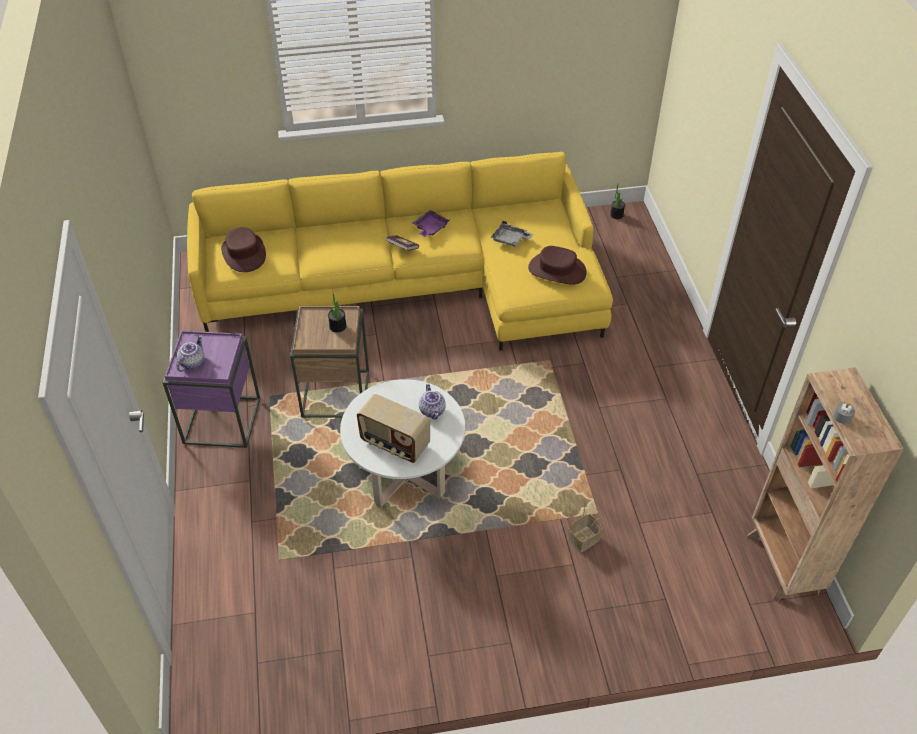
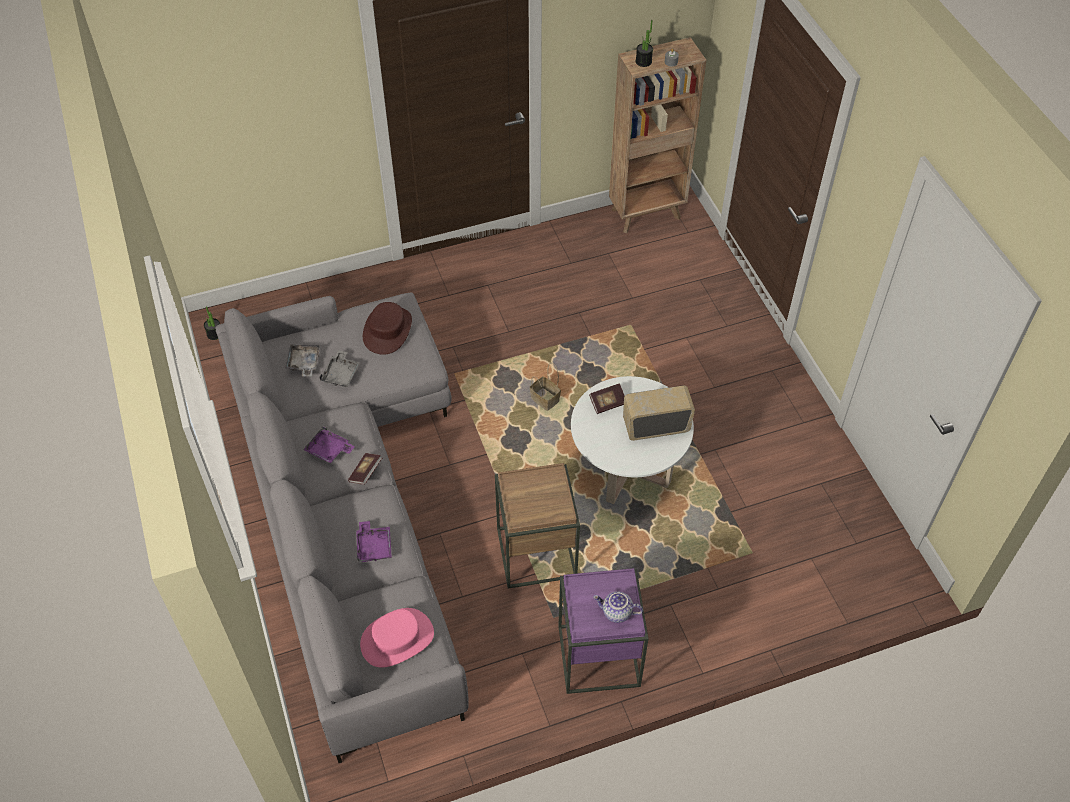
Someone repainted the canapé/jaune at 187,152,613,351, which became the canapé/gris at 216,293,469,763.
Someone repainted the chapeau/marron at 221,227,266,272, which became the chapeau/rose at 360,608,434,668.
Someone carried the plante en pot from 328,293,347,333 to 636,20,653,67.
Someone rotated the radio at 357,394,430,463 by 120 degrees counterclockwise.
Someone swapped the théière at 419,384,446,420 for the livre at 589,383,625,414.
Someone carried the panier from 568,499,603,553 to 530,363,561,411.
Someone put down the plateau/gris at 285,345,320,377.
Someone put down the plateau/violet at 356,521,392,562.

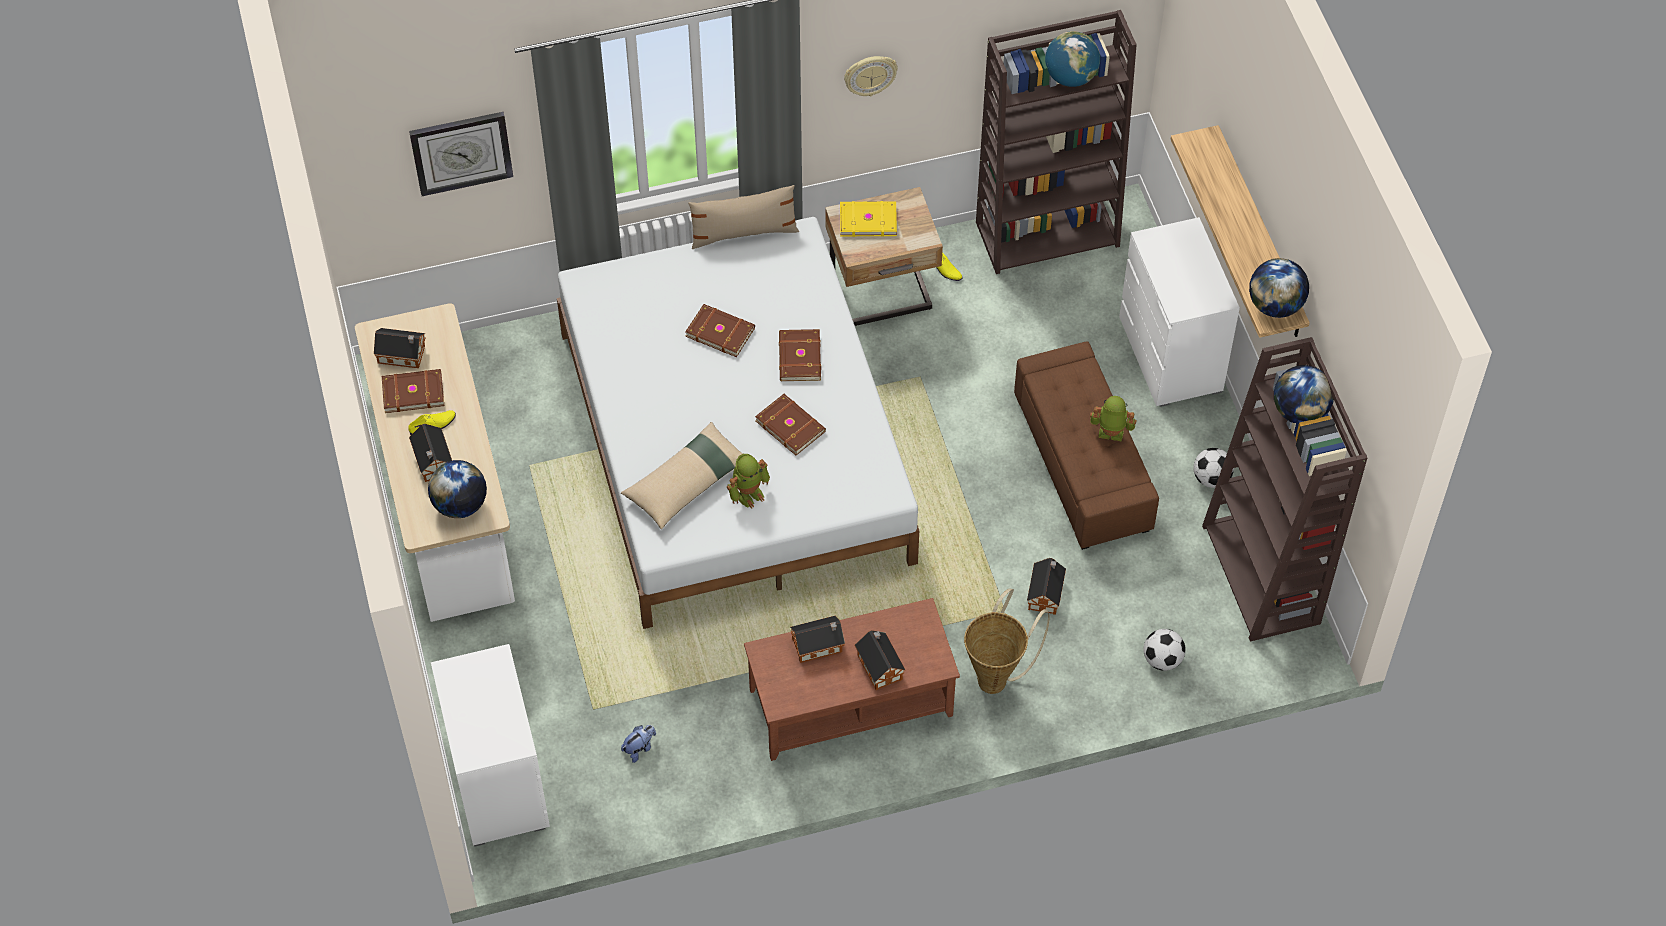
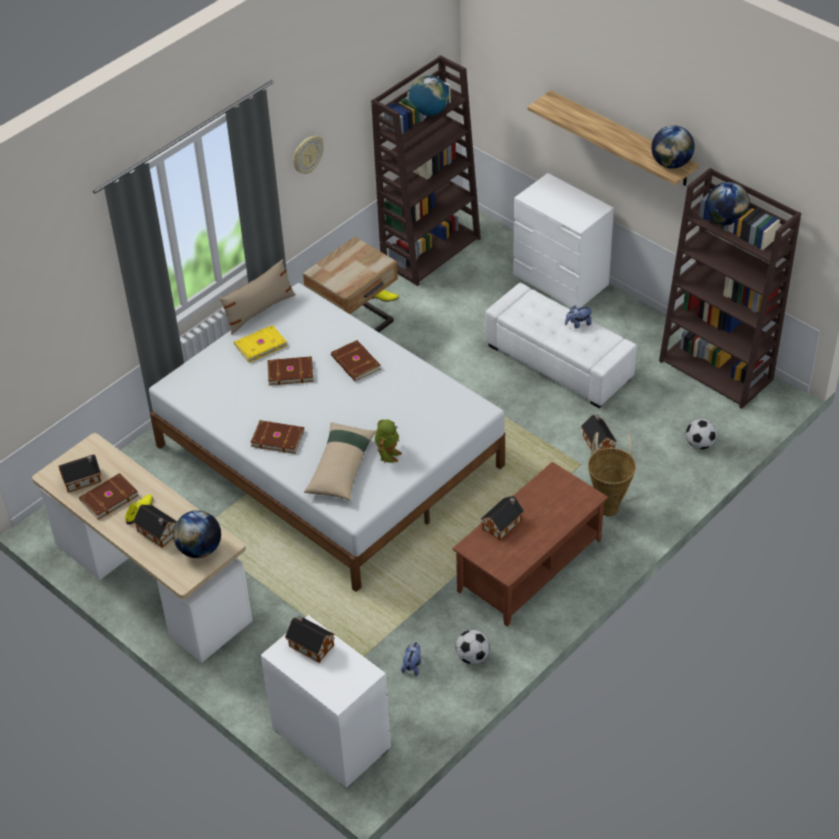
Someone took away the horloge murale at 409,112,513,196.
Someone carried the livre/marron from 755,394,826,455 to 250,420,304,454.
Someone carried the livre/jaune from 840,201,897,237 to 234,325,287,363.
Someone carried the maison miniature from 855,630,905,690 to 285,615,335,663.
Someone repainted the pouf/marron at 1014,341,1159,550, which became the pouf/blanc at 485,283,637,408.
Someone swapped the robot jouet at 1090,396,1137,441 for the peluche at 565,305,593,328.
Someone carried the ballon de foot from 1194,448,1234,488 to 456,630,490,664.

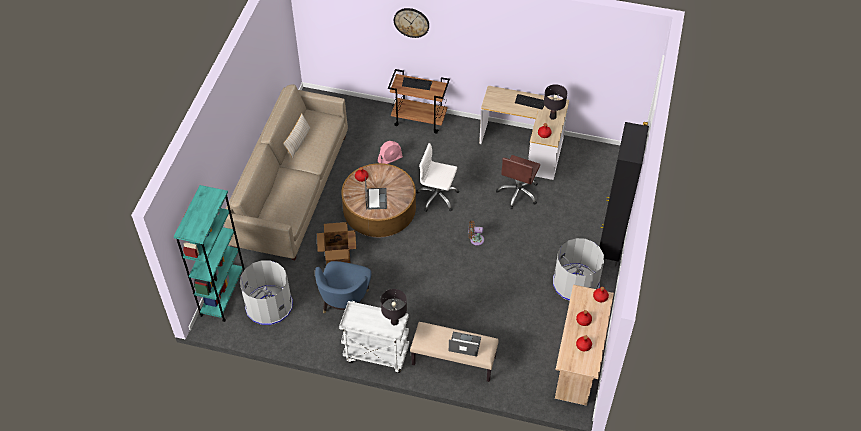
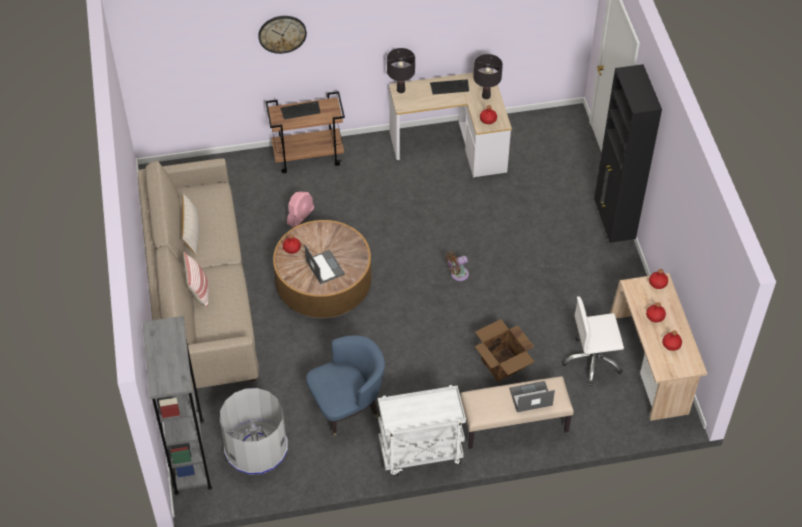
Someone repainted the bibliothèque/turquoise at 174,185,245,322, which became the bibliothèque/gris at 143,316,212,495.
Someone rotated the fauteuil/bleu at 315,261,371,313 by 105 degrees counterclockwise.
Someone carried the carton from 317,222,356,264 to 475,319,534,382.
Someone carried the lampe de table/noir from 381,289,407,325 to 387,48,415,93.
Someone carried the chaise de bureau/blanc from 416,143,459,212 to 562,296,624,386.
Someone took away the chaise de bureau/marron at 496,155,540,209.
Someone took away the poubelle/gris at 553,238,604,301.
Someone put down the coussin at 183,252,209,308.

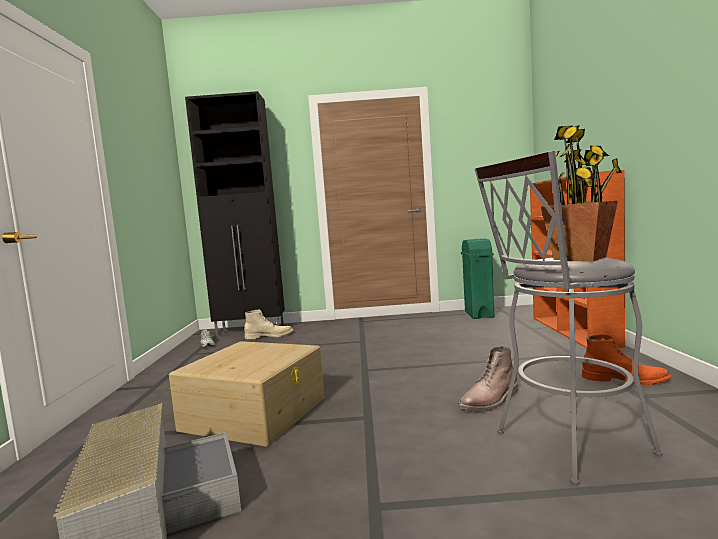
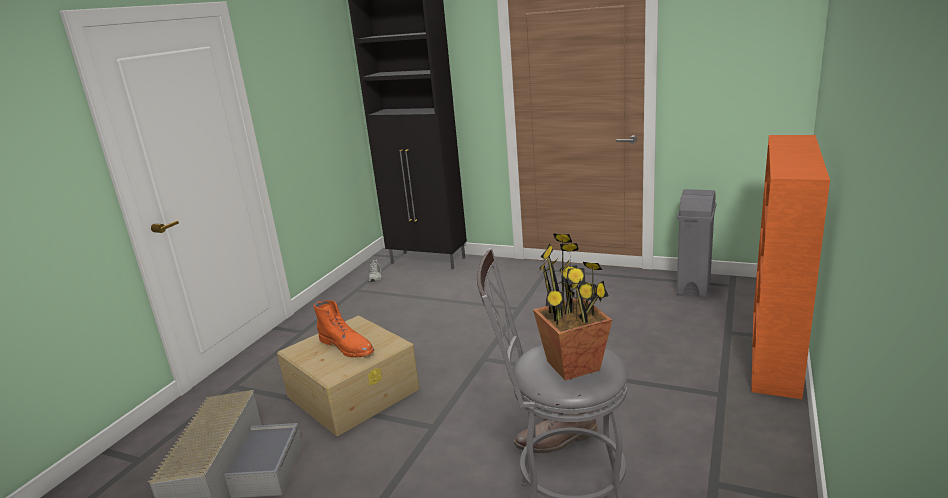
Someone took away the botte/beige at 244,310,293,339.
Someone repainted the poubelle/vert at 461,238,494,319, which became the poubelle/gris at 677,189,716,298.
Someone carried the botte/orange from 582,334,671,385 to 313,300,374,358.

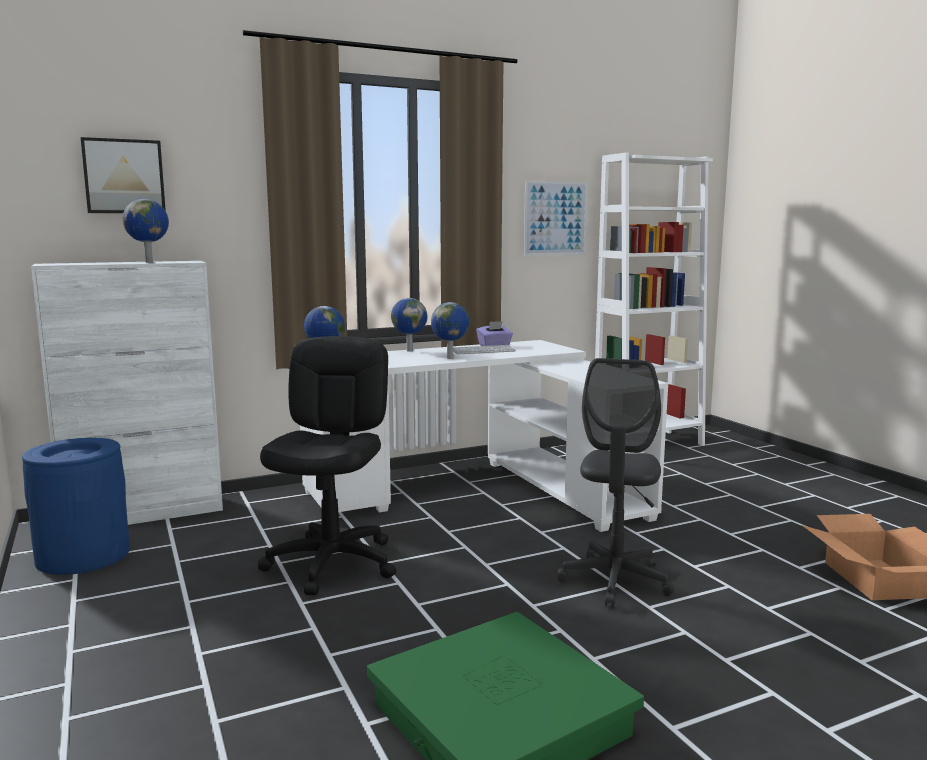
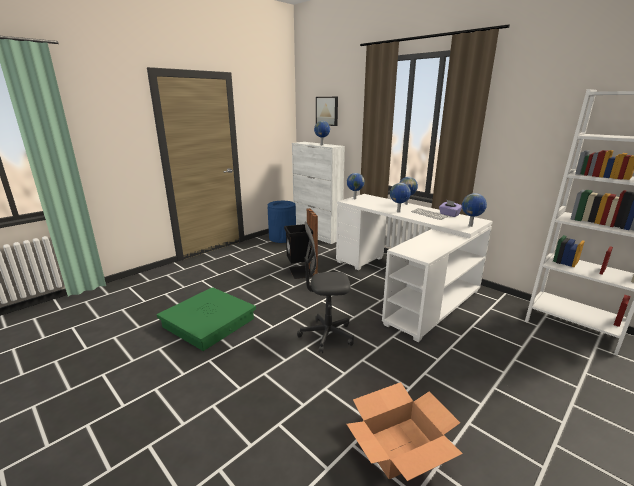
Someone swapped the chaise de bureau/noir at 258,336,396,595 for the poubelle/noir at 284,208,318,279.
Someone took away the tableau at 524,180,588,256.
Someone put down the globe at 462,193,487,227.

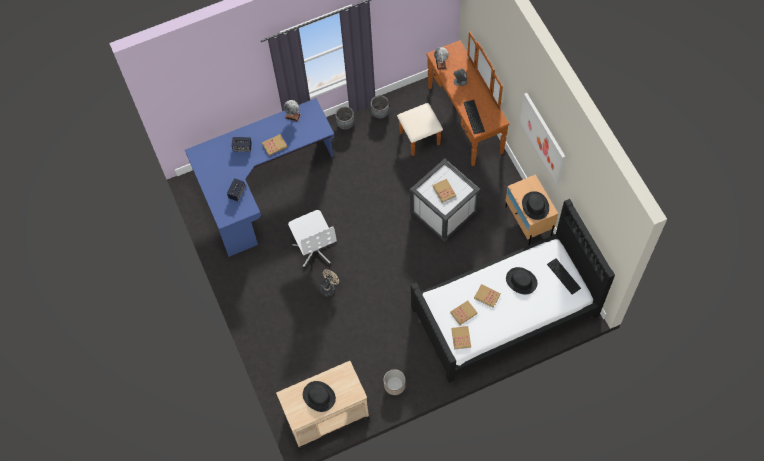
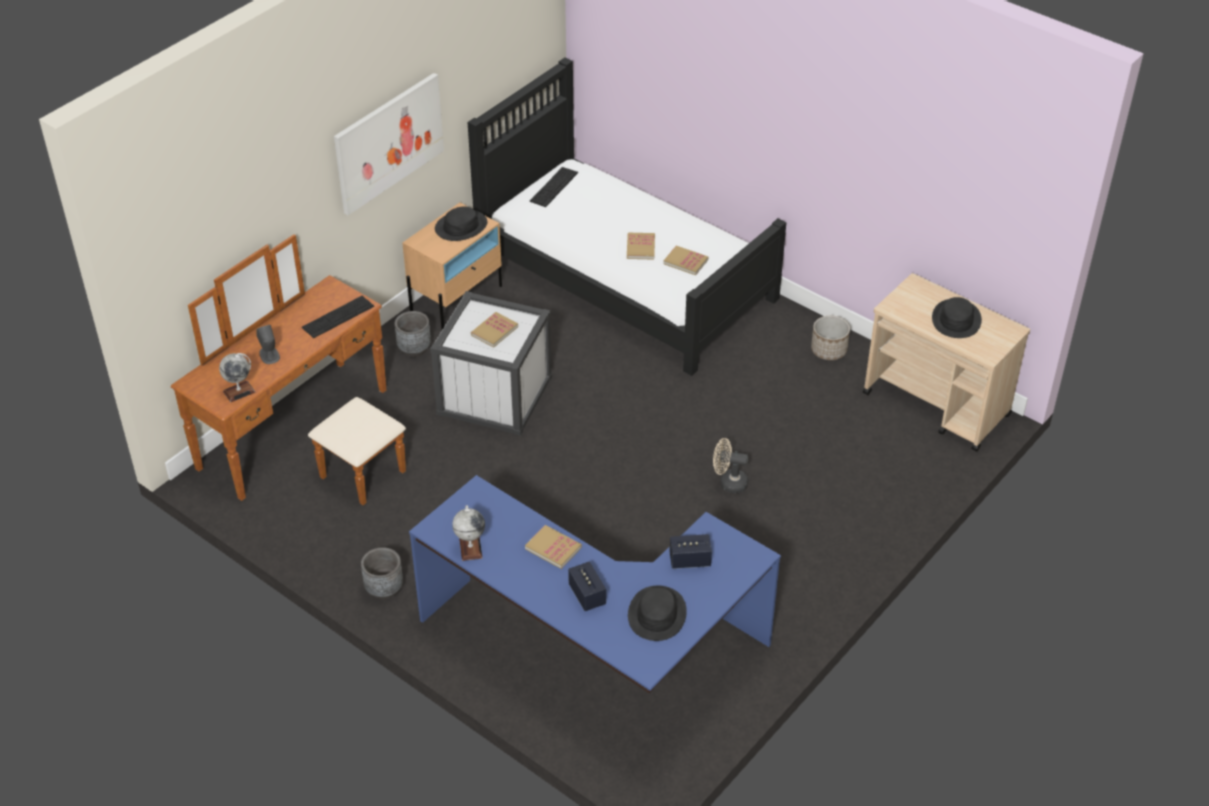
Someone took away the chaise de bureau/blanc at 288,210,337,268.
Someone carried the cache-pot/gris from 371,95,389,119 to 395,311,431,357.
Someone took away the livre at 451,326,471,350.
Someone carried the chapeau/noir from 506,267,538,295 to 628,586,687,641.

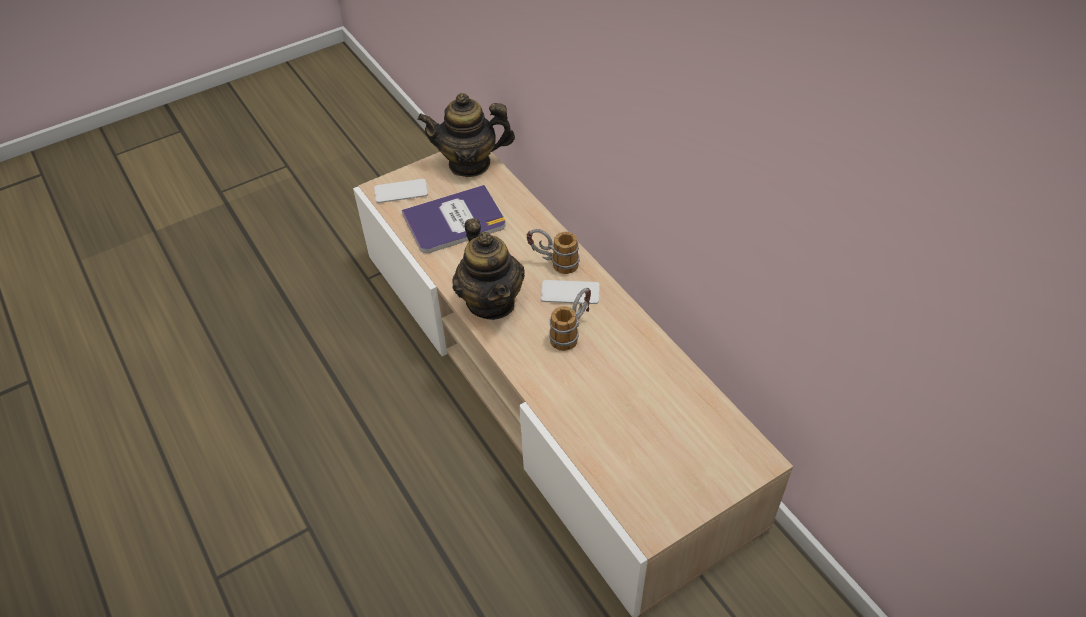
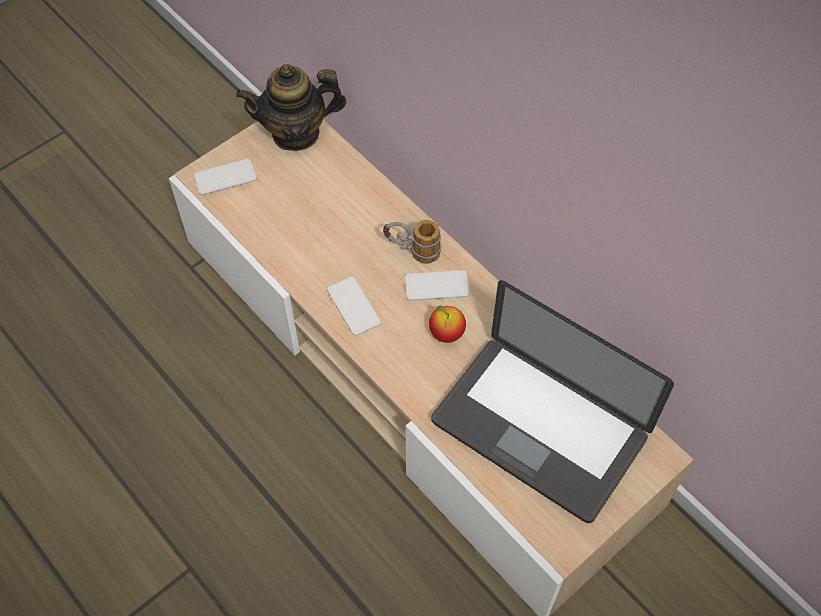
Someone took away the livre at 402,185,506,253.
Someone swapped the théière at 452,218,525,320 for the téléphone at 327,277,381,336.
Someone swapped the mug at 549,288,591,351 for the pomme at 429,306,466,343.
Someone put down the ordinateur portable at 431,280,674,523.

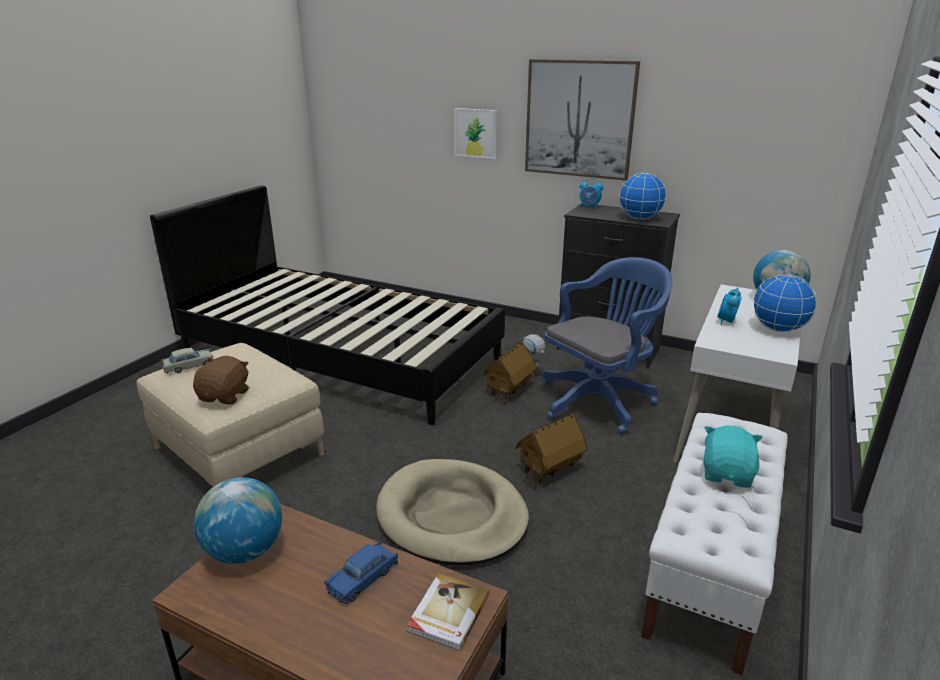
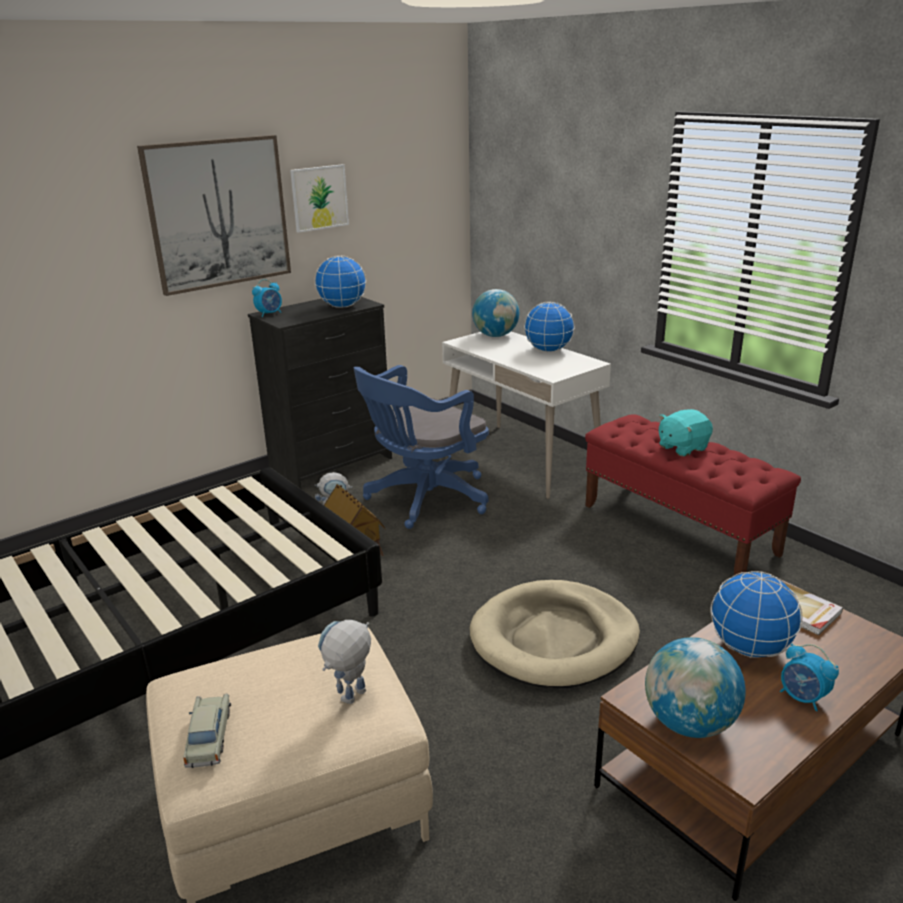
Someone swapped the peluche/marron at 193,356,249,405 for the robot jouet at 318,620,371,704.
Someone swapped the petite voiture/bleu at 324,541,398,604 for the globe at 710,571,803,658.
Someone carried the tableau from 454,108,498,159 to 290,164,349,233.
Someone took away the maison miniature at 515,414,588,490.
Someone rotated the chaise de bureau/bleu at 543,257,672,434 by 120 degrees counterclockwise.
Someone repainted the banc/blanc at 641,413,788,675, which became the banc/rouge at 585,414,801,576.
Someone rotated the peluche/turquoise at 703,425,763,488 by 75 degrees counterclockwise.
Someone carried the réveil from 717,288,742,325 to 780,644,839,711.

